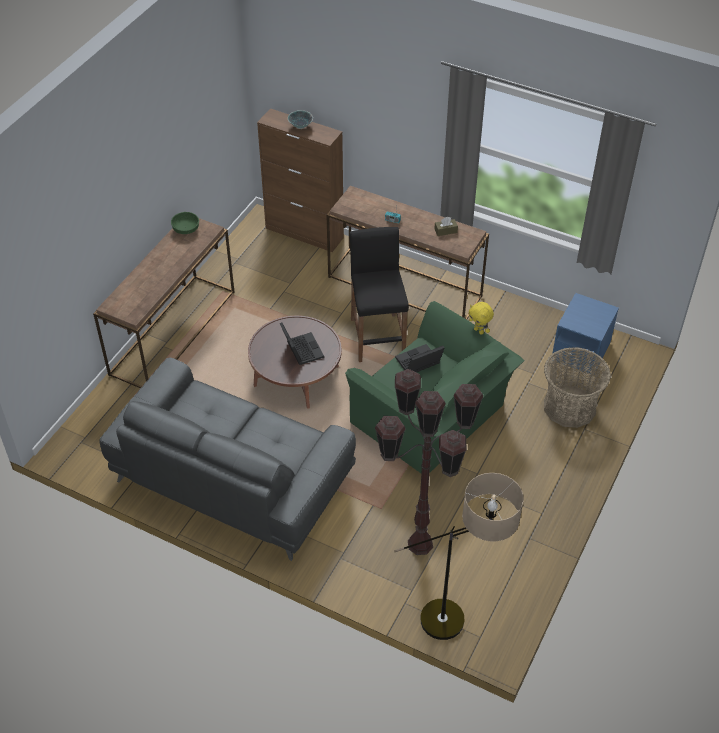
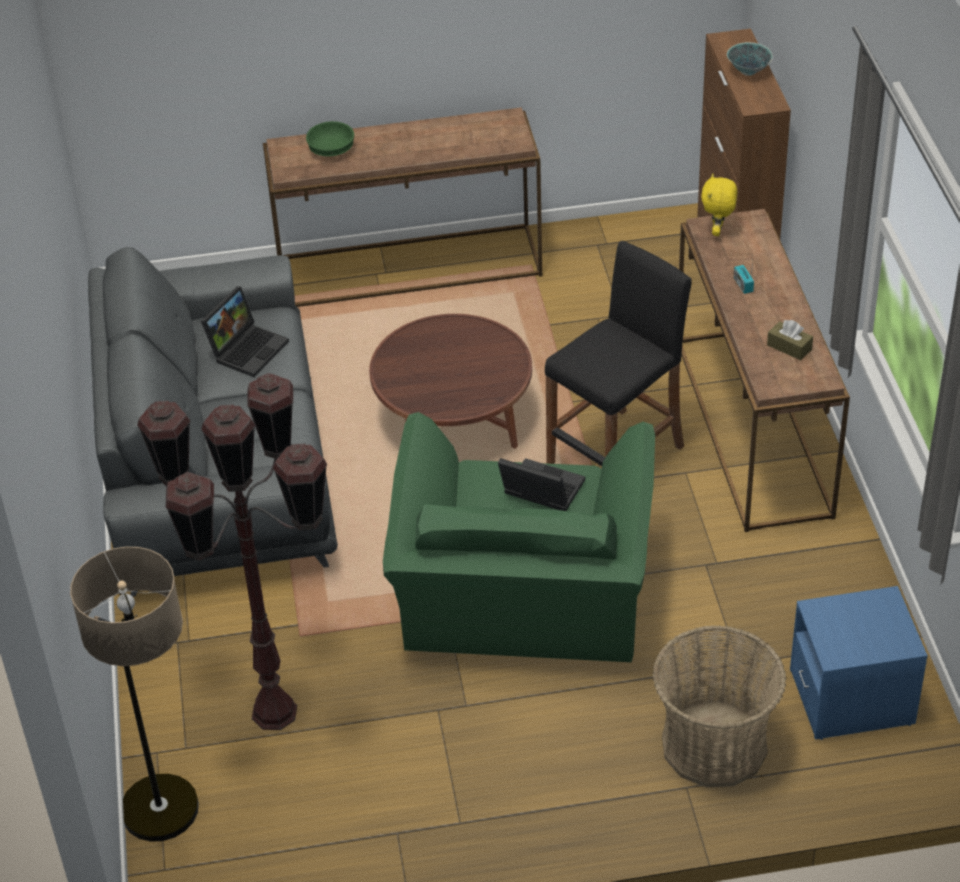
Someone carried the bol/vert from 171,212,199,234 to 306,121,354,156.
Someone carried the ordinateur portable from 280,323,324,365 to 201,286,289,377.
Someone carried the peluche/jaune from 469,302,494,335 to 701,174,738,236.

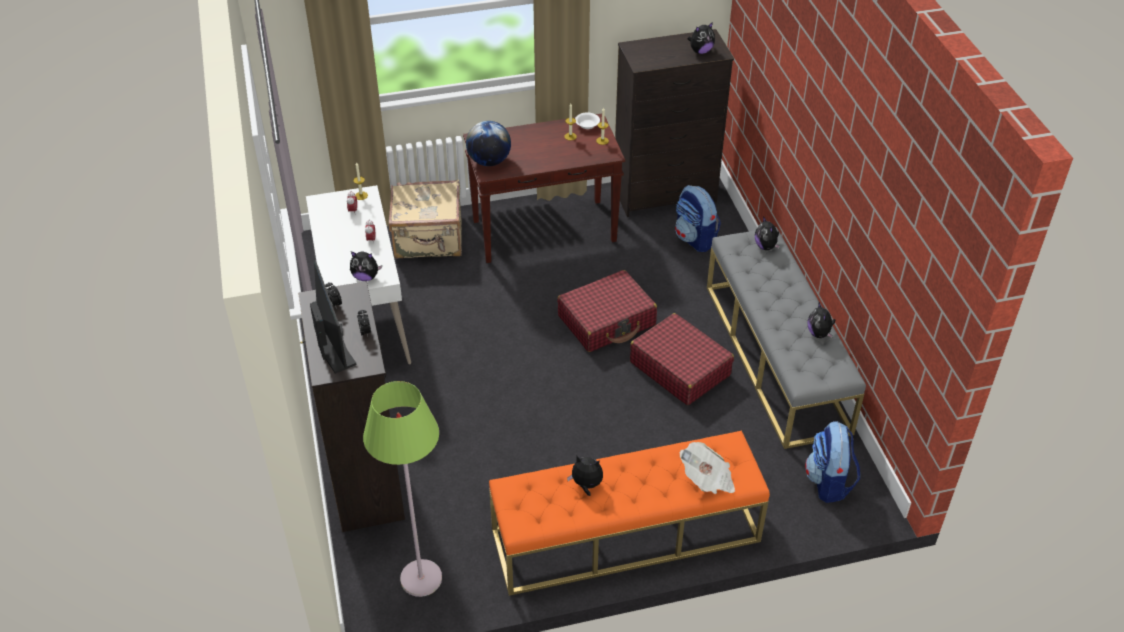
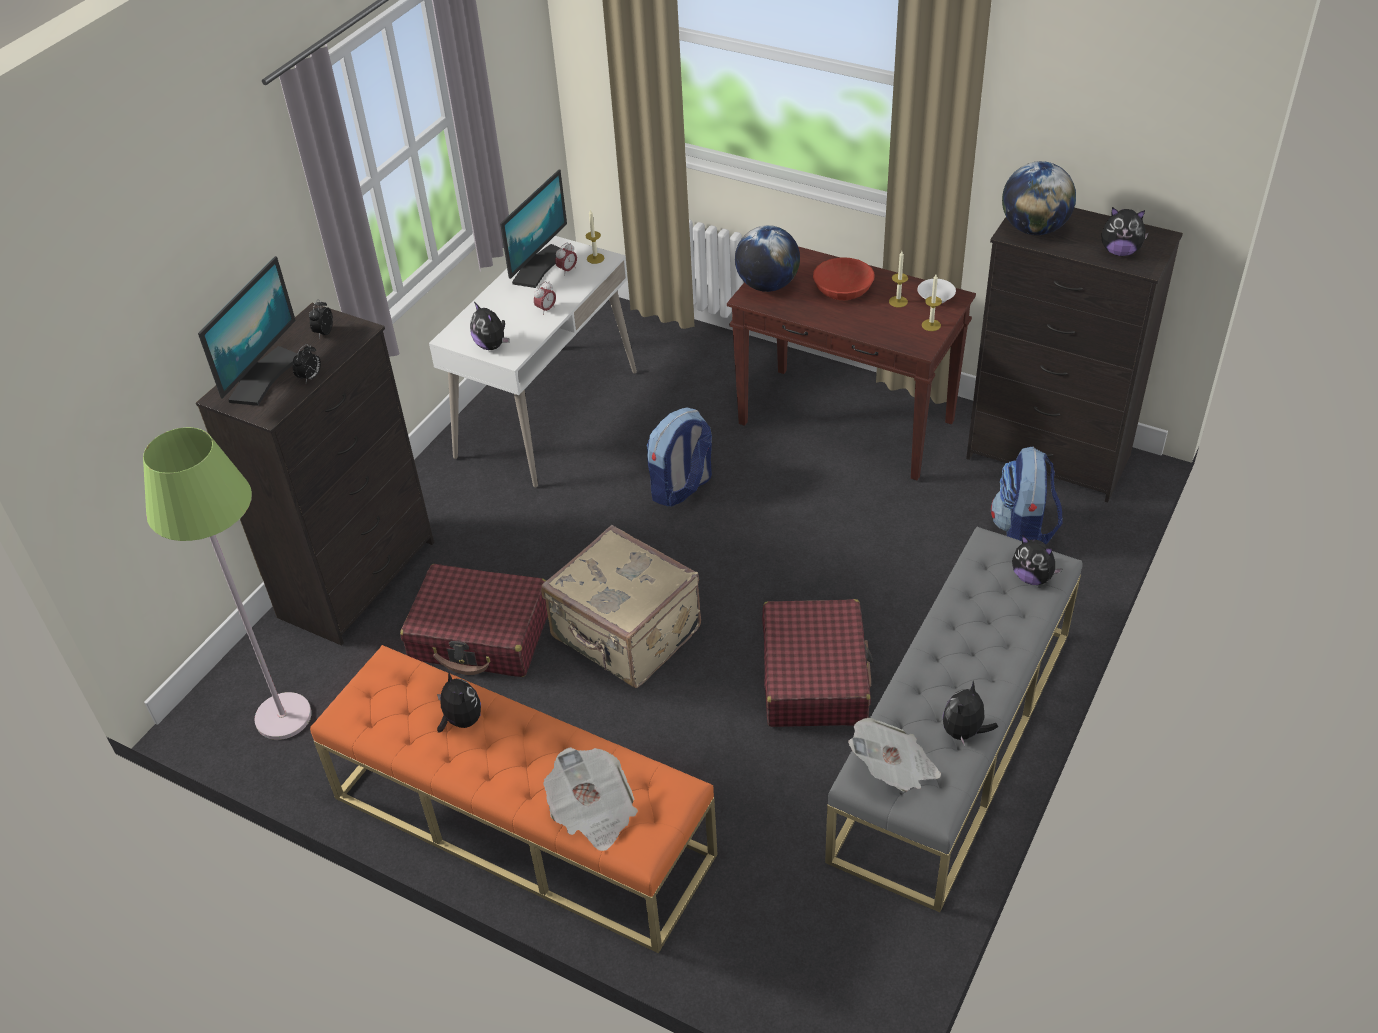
Someone carried the valise/beige from 389,180,462,259 to 541,525,701,688.
Someone carried the valise/rouge from 557,270,657,352 to 400,564,548,677.
Someone rotated the peluche at 755,216,780,250 by 75 degrees counterclockwise.
Someone carried the sac à dos from 805,421,860,503 to 647,407,712,507.
Someone put down the écran d'ordinateur at 500,169,567,288.
Someone put down the bol/rouge at 813,257,875,300.
Someone put down the journal at 848,718,941,792.
Someone put down the globe at 1002,161,1076,235.

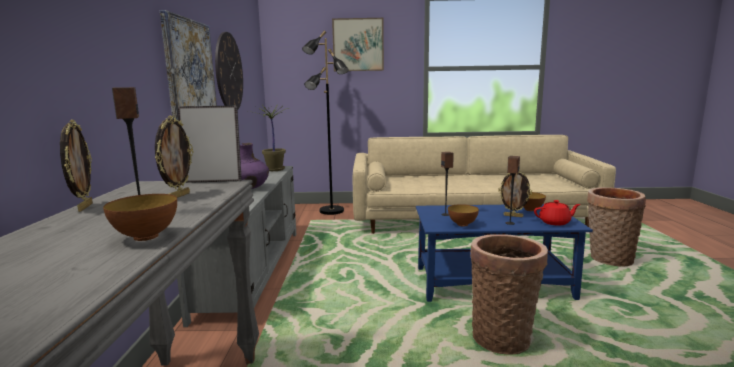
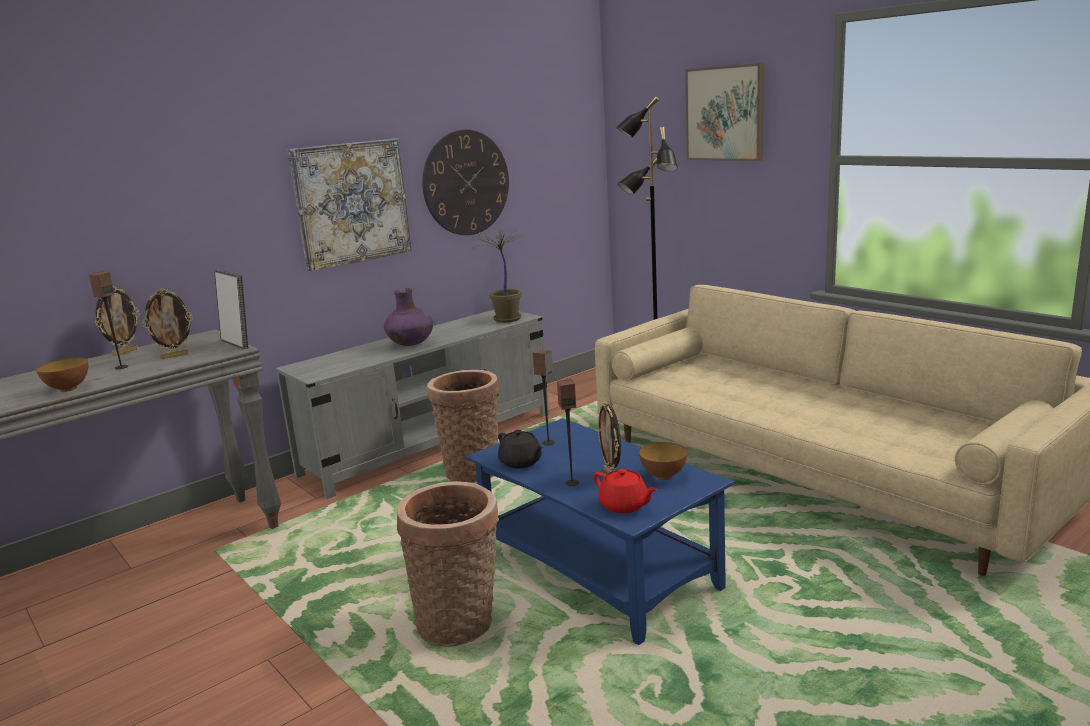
Someone swapped the bol at 448,204,479,227 for the théière/noir at 498,430,543,469.
Someone carried the panier from 587,187,646,266 to 427,370,499,483.

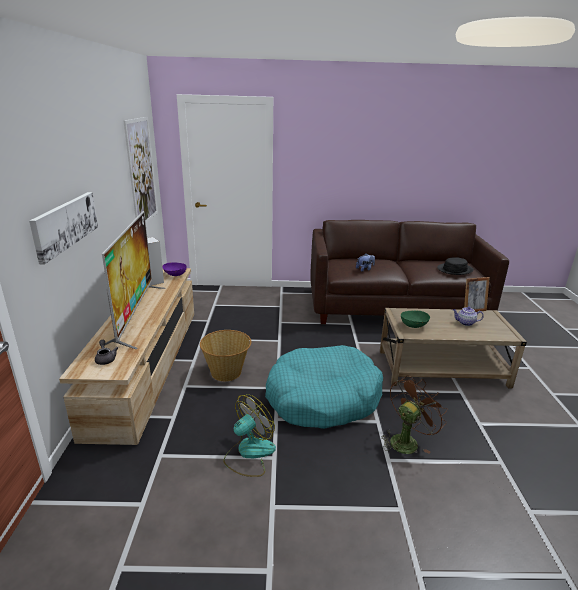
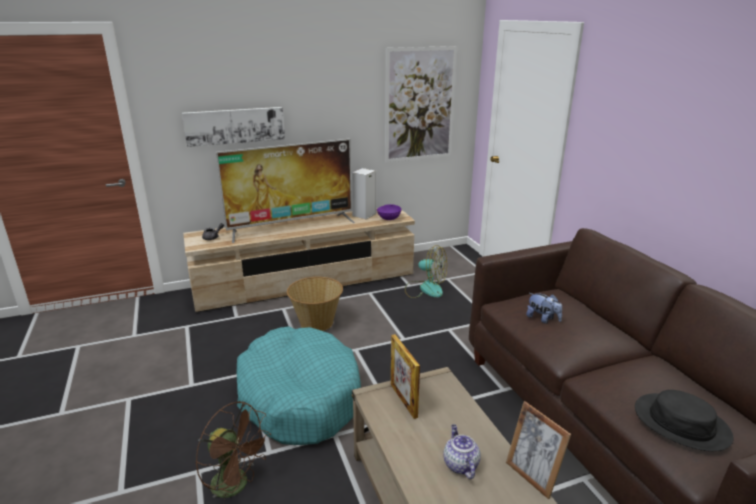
Someone carried the ventilateur from 223,394,276,477 to 405,245,447,298.
Someone swapped the bol/vert at 401,311,430,328 for the cadre photo at 391,334,420,419.

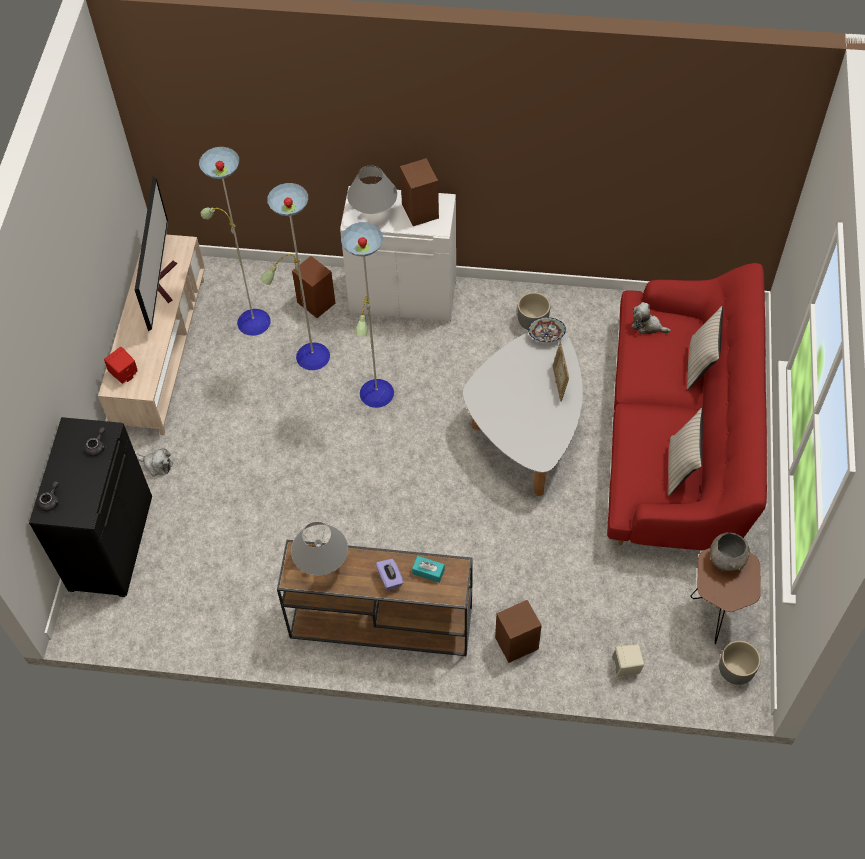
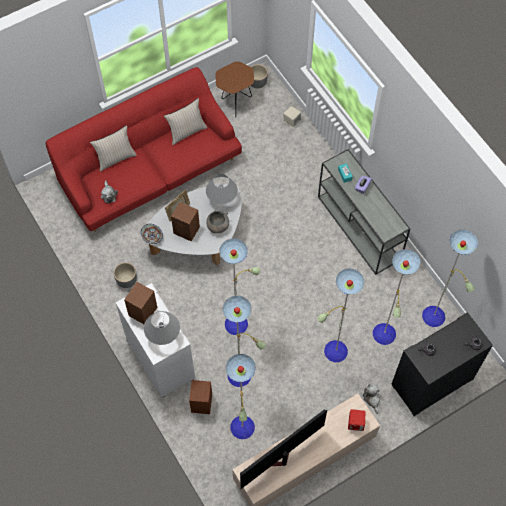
Someone repainted the table console/marron at 277,540,473,656, which became the table console/gris at 318,149,410,275.
Someone carried the lampe de table/gris from 291,522,348,576 to 206,174,238,204.
Someone carried the enceinte/marron from 495,600,542,663 to 171,202,200,241.
Someone carried the bol/gris from 710,532,750,571 to 206,211,229,234.
Someone put down the lampadaire at 317,230,478,362.

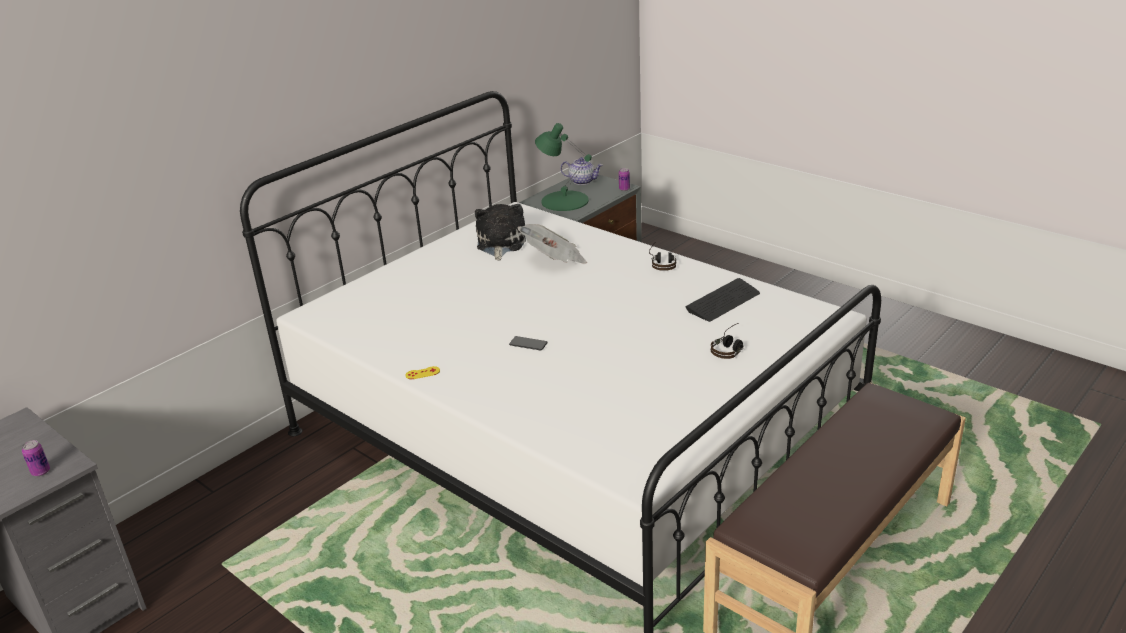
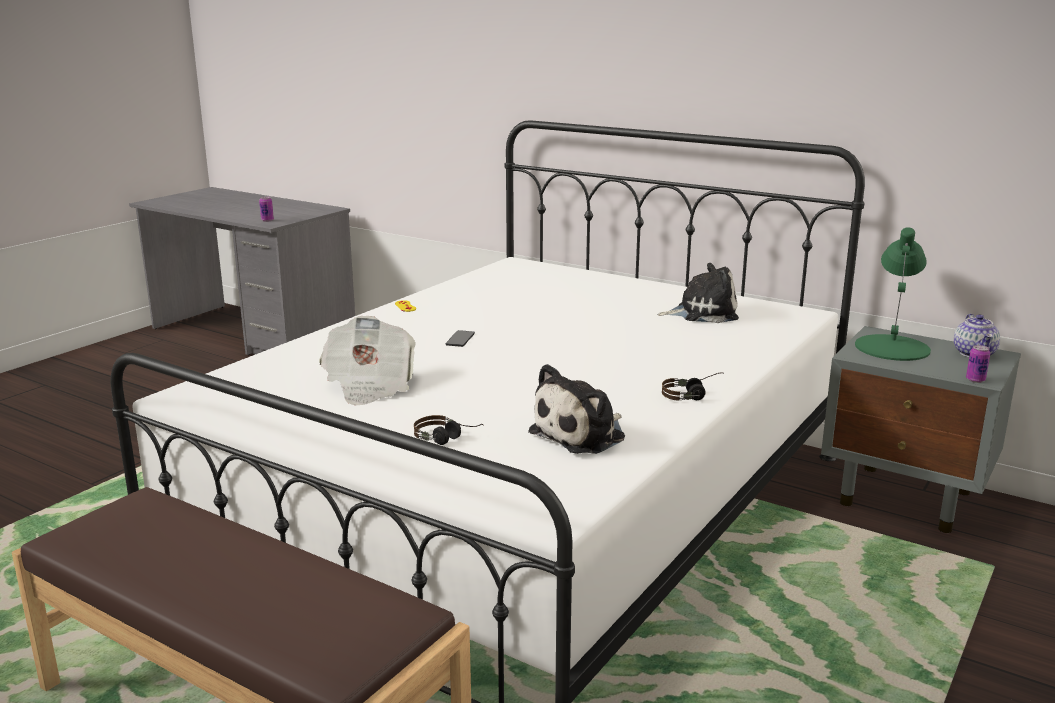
Someone carried the journal from 517,224,588,263 to 319,316,416,406.
Someone swapped the clavier at 685,278,760,322 for the peluche at 528,364,625,454.

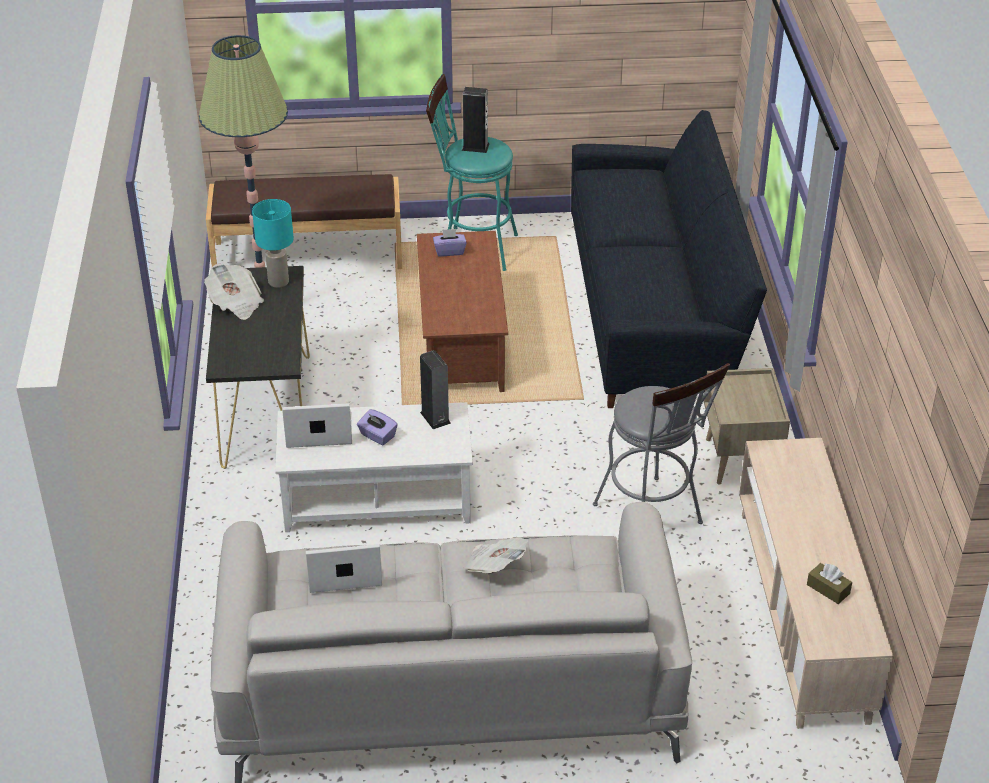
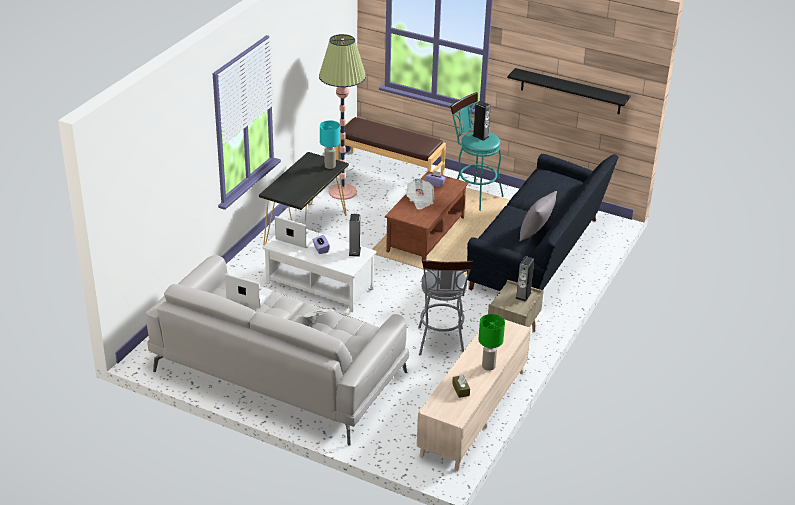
Someone carried the journal from 204,263,264,320 to 406,178,434,210.
Someone put down the lampe de table/vert at 478,314,505,371.
Someone put up the étagère/noir at 507,68,630,114.
Someone put down the enceinte at 515,256,534,302.
Someone put down the coussin/gris at 520,191,557,241.

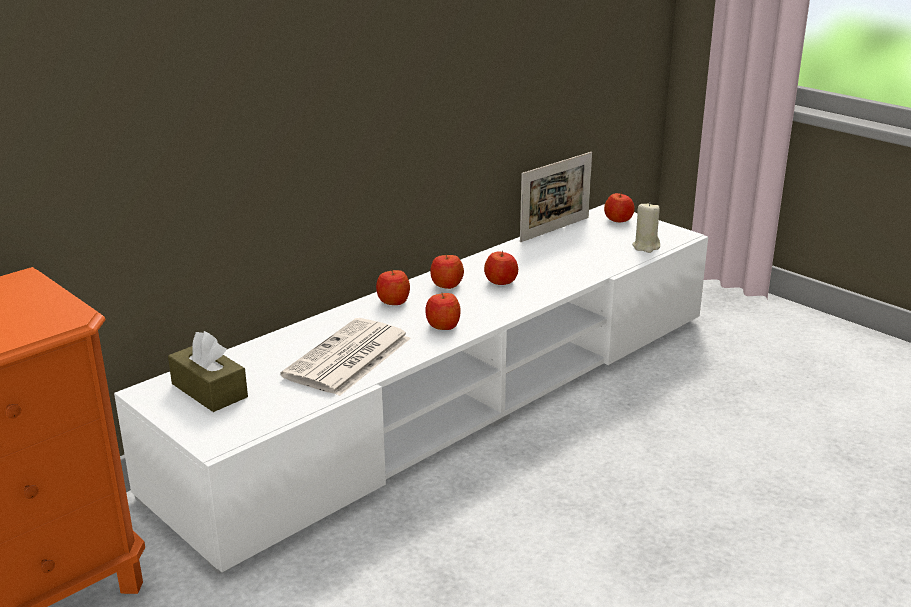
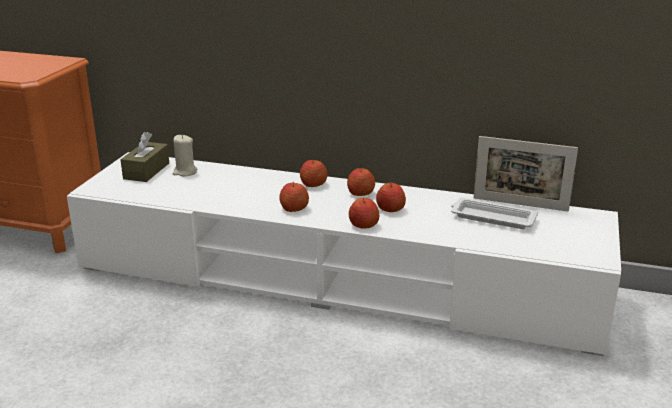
Someone took away the journal at 280,318,411,396.
Someone carried the pomme from 604,192,635,222 to 349,198,379,229.
Someone carried the bougie/beige from 632,202,660,253 to 173,135,197,176.
Someone put down the plateau/blanc at 451,198,538,229.

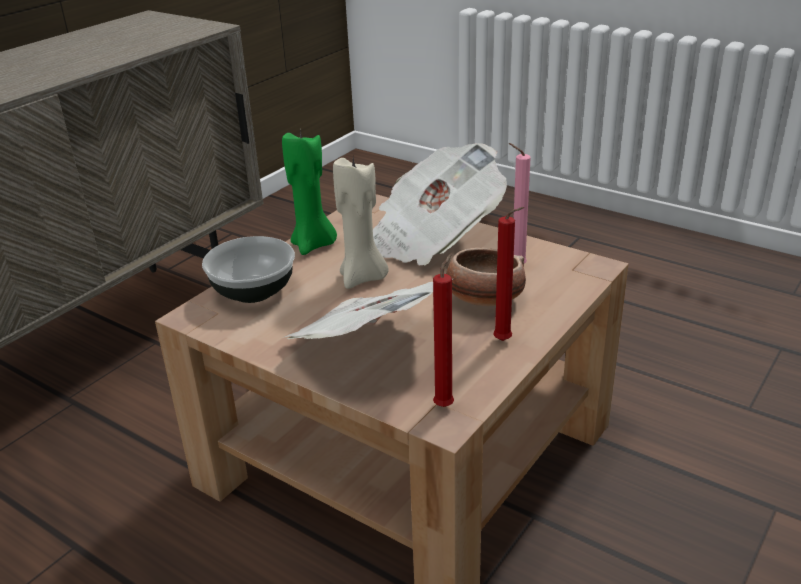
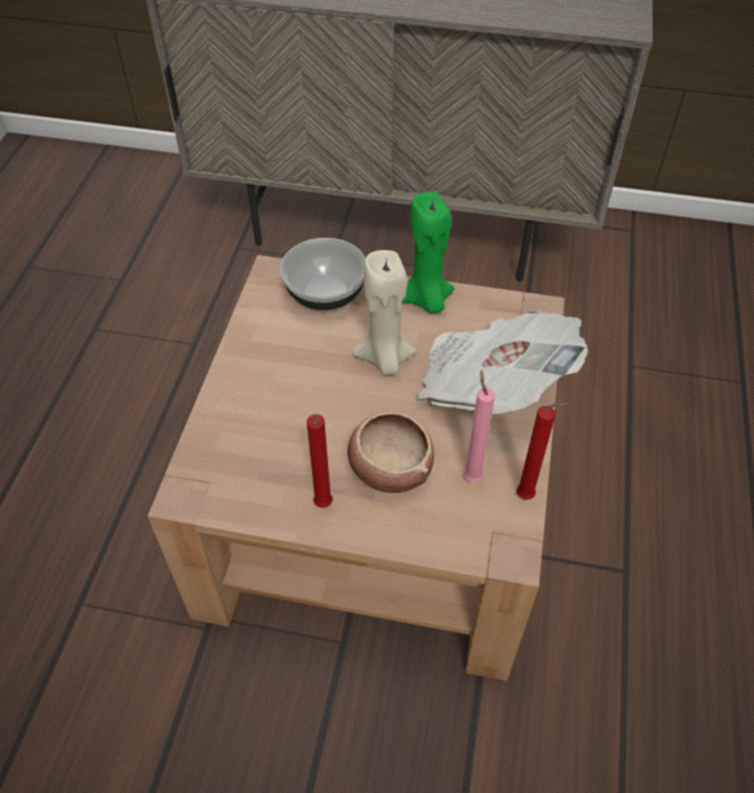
Someone took away the journal at 283,279,453,339.
Someone carried the bougie/rouge from 433,254,454,407 to 516,402,569,500.

